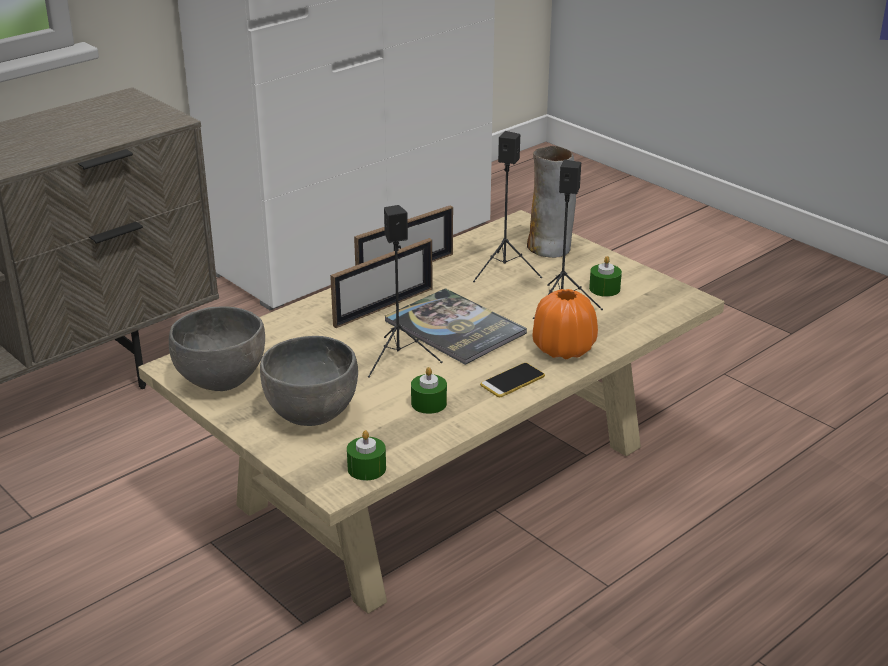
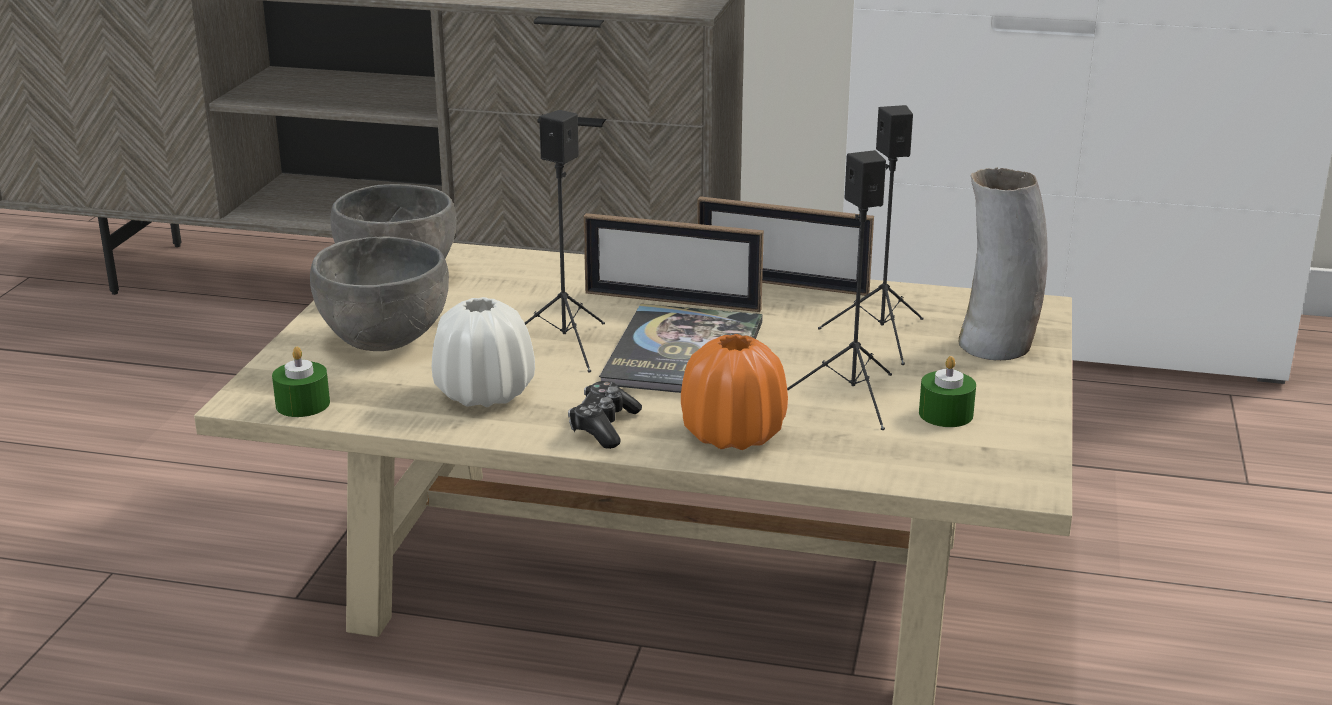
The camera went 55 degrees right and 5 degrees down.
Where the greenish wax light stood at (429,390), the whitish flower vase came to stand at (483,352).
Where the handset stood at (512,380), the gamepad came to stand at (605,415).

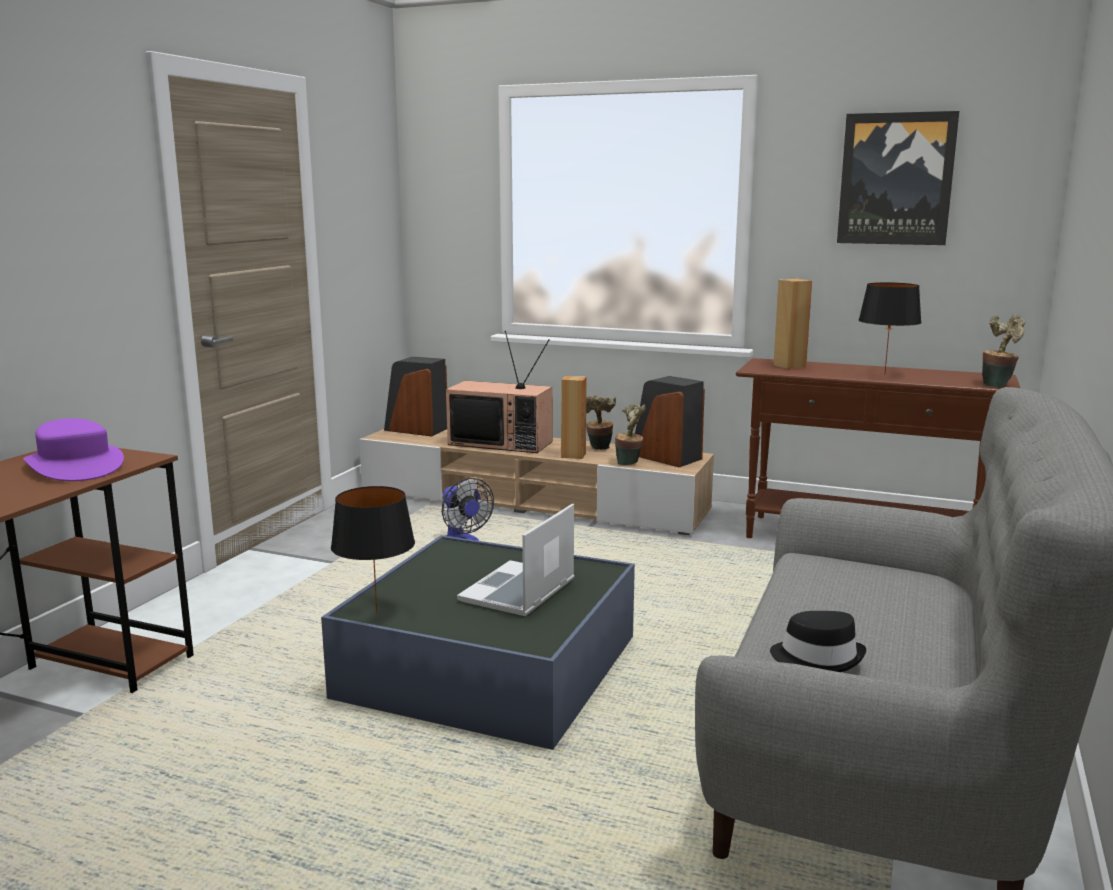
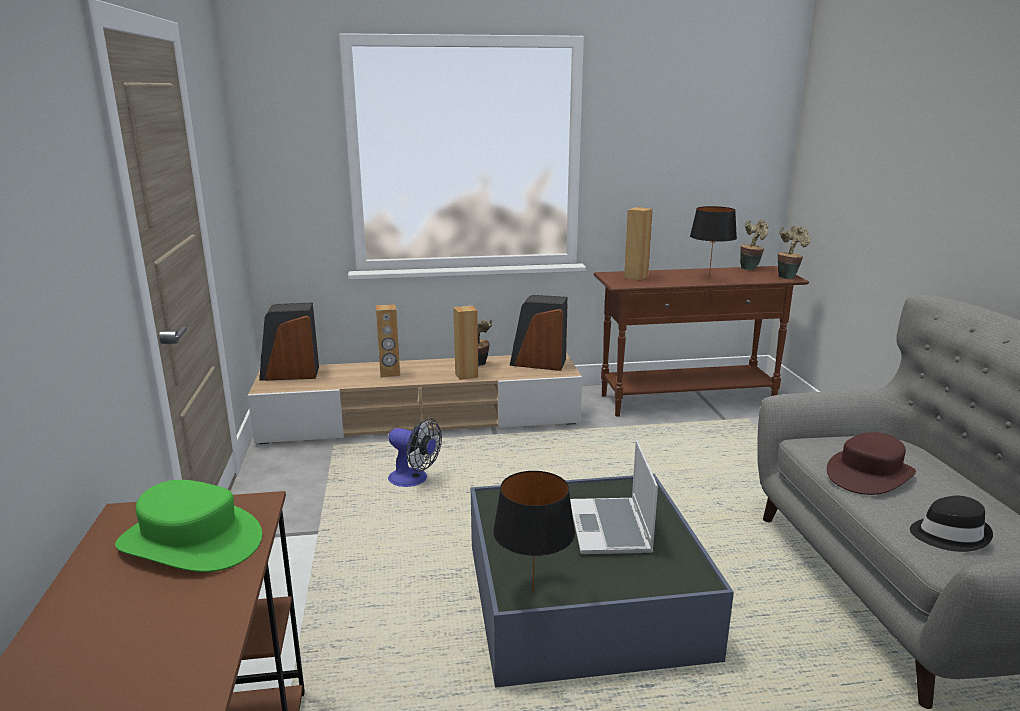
The camera went 30 degrees left and 5 degrees up.
What was the purplish wearable hat at (73,449) turned into the greenish wearable hat at (188,526).
Where the TV stood at (499,392), the brown audio speaker came to stand at (388,340).
The plant in a pot ended up elsewhere, having gone from (630,434) to (754,244).
The second view lost the wall art at (898,178).
The second view gained the brown wearable hat at (871,463).

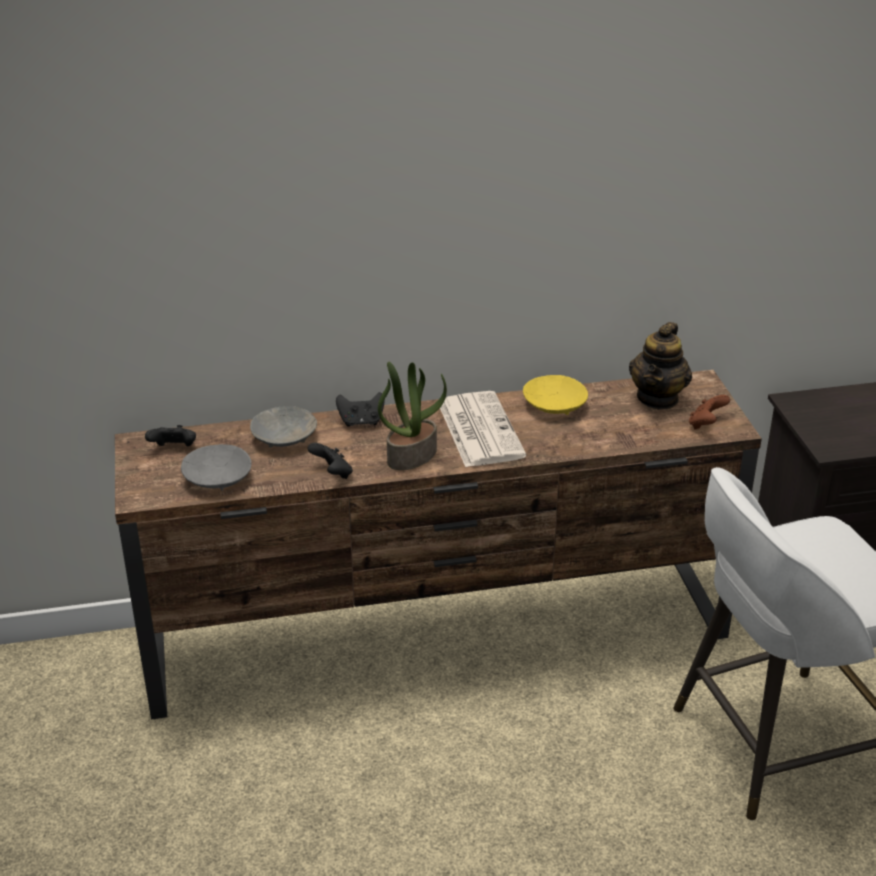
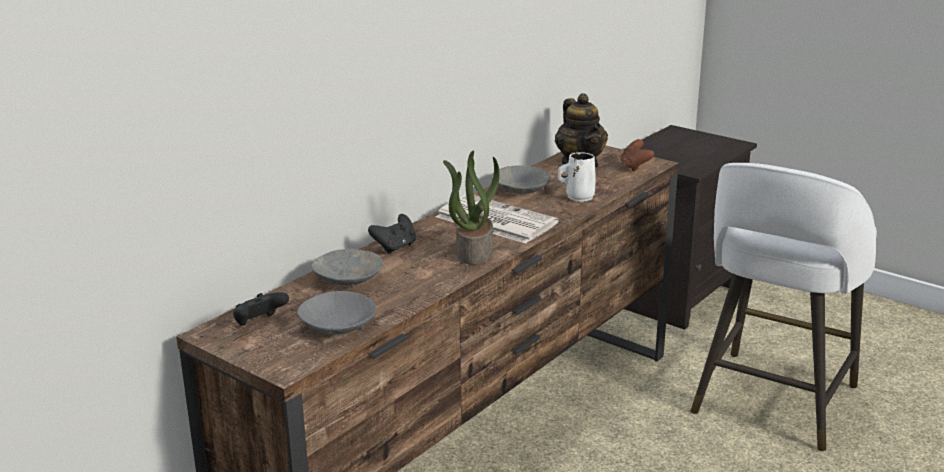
The camera went 40 degrees left and 10 degrees down.
The second view lost the blackish gamepad at (330,461).
What was the yellowish serving bowl at (555,395) turned into the greyish serving bowl at (521,179).
The second view gained the whitish mug at (577,177).

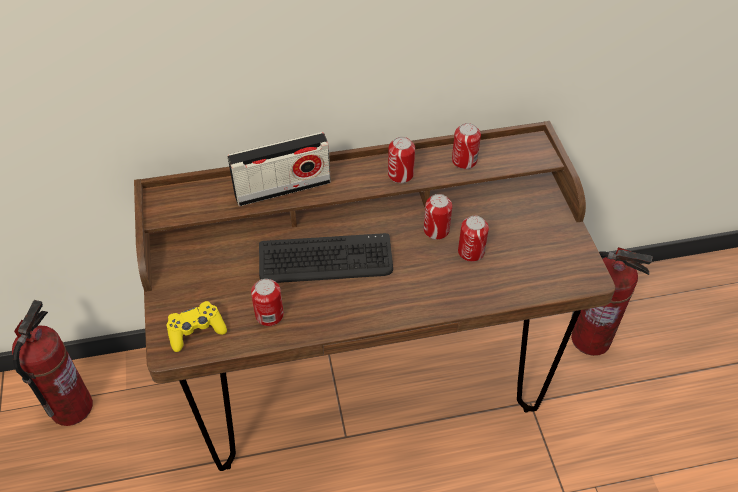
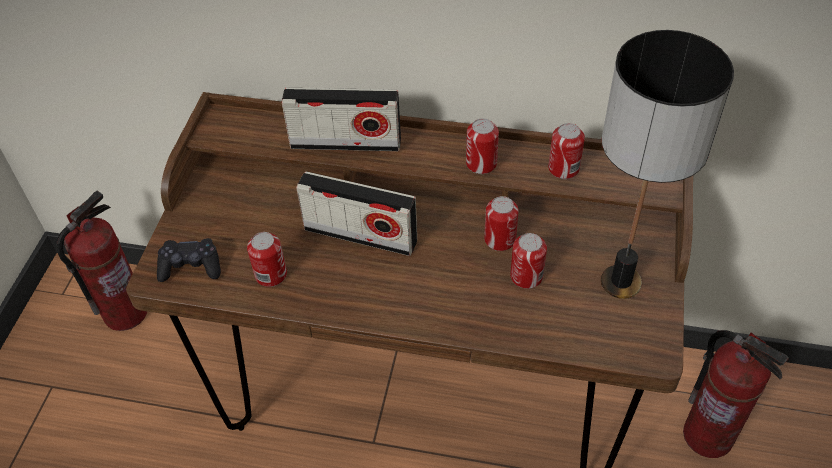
The camera went 25 degrees right and 0 degrees up.
What was the yellowish gamepad at (197,326) turned into the blackish gamepad at (189,260).
Where the computer keyboard stood at (326,258), the radio came to stand at (356,213).
The second view gained the table lamp at (667,164).

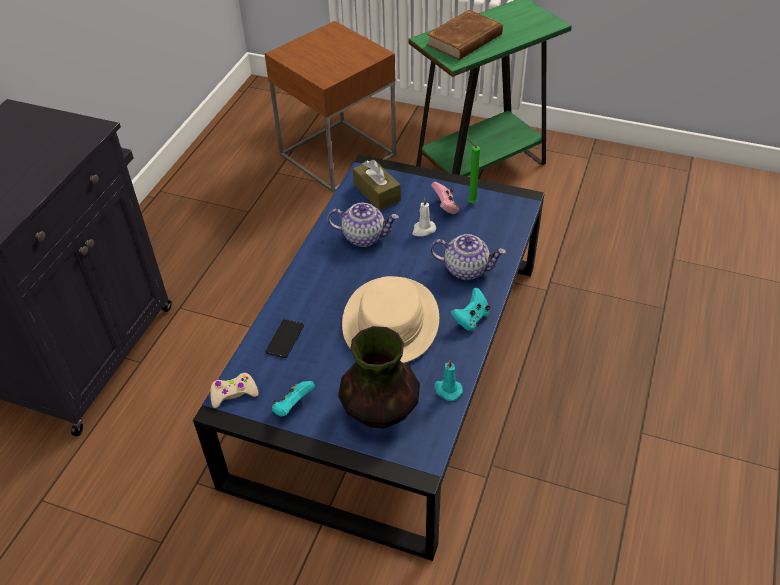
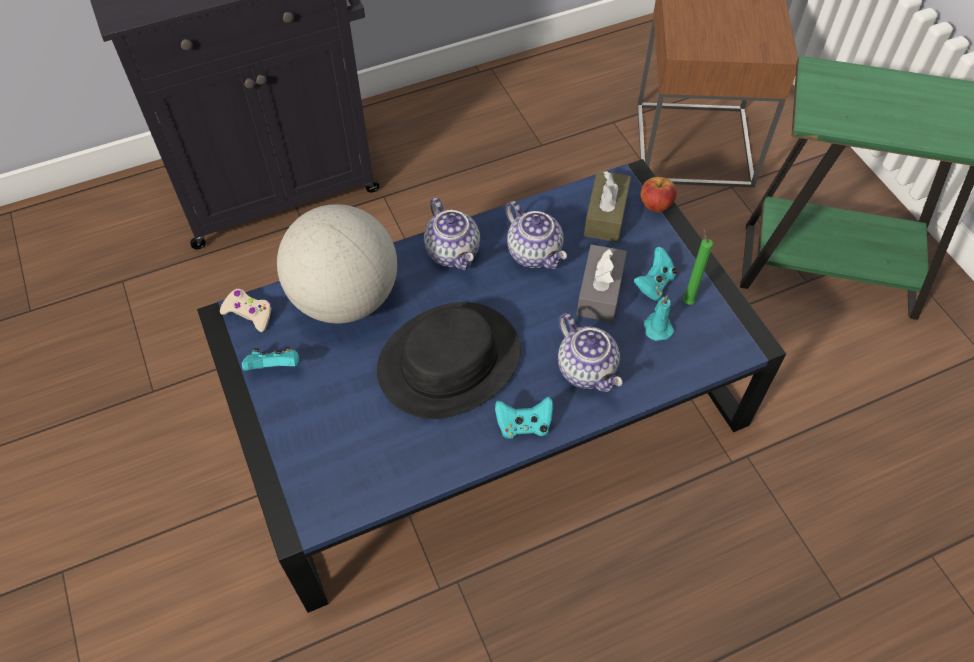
The camera went 45 degrees right and 10 degrees up.
Where the handset stood at (284,338), the desk globe came to stand at (337,263).
The second view lost the flower vase at (379,377).
What was the beige-coloured wearable hat at (390,319) turned into the blackish wearable hat at (449,360).
Where the whitish wax light stood at (424,217), the greyish tissue box came to stand at (602,283).
The second view lost the brown bound book at (464,35).
What was the pink-coloured gamepad at (445,198) turned into the blue-green gamepad at (656,274).
The blue-green wax light ended up elsewhere, having gone from (448,380) to (659,318).
The second view gained the teapot at (452,233).
The second view gained the apple at (659,195).

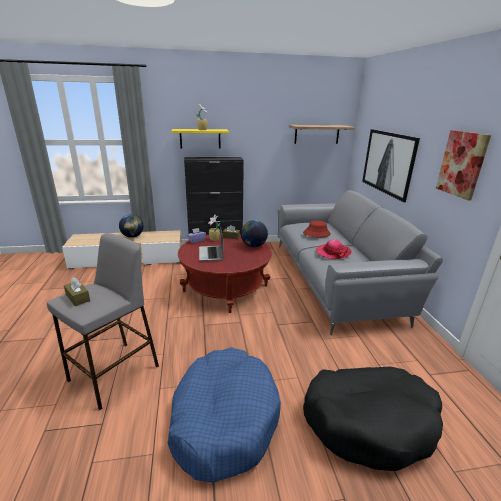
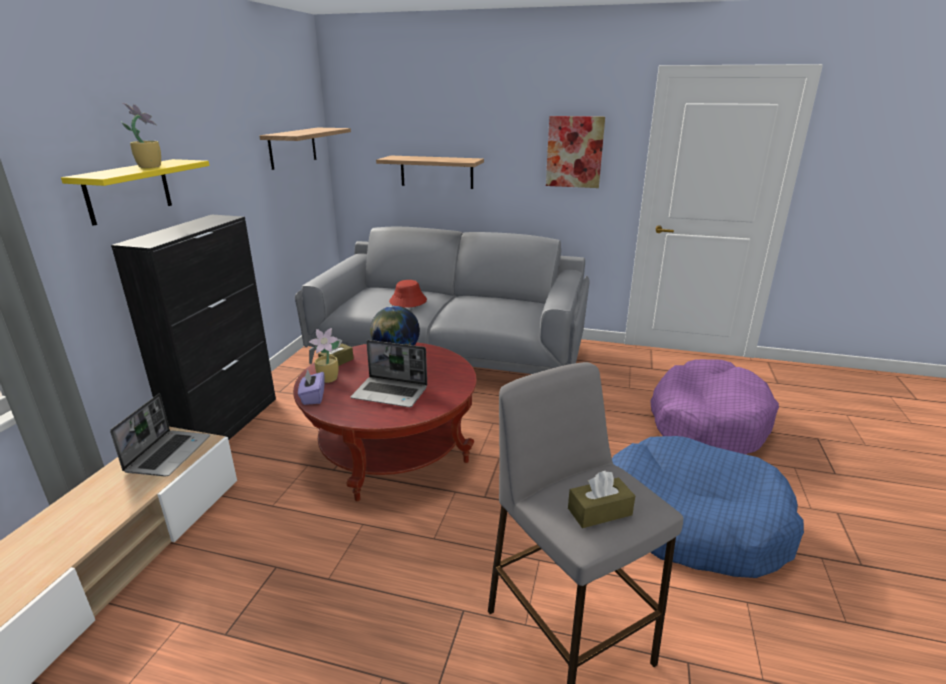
The camera went 65 degrees left and 0 degrees up.
The second view lost the desk globe at (131,226).
What was the blackish dog bed at (373,419) turned into the purplish dog bed at (714,406).
The second view lost the wearable hat at (333,249).
Where the wall art hung at (391,165), the bracket shelf came to hang at (430,172).
The second view gained the portable computer at (160,435).

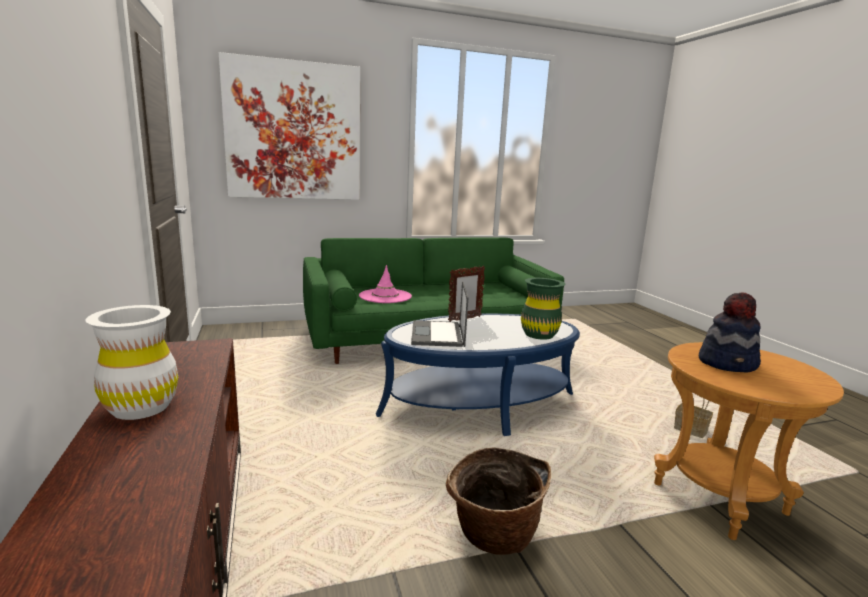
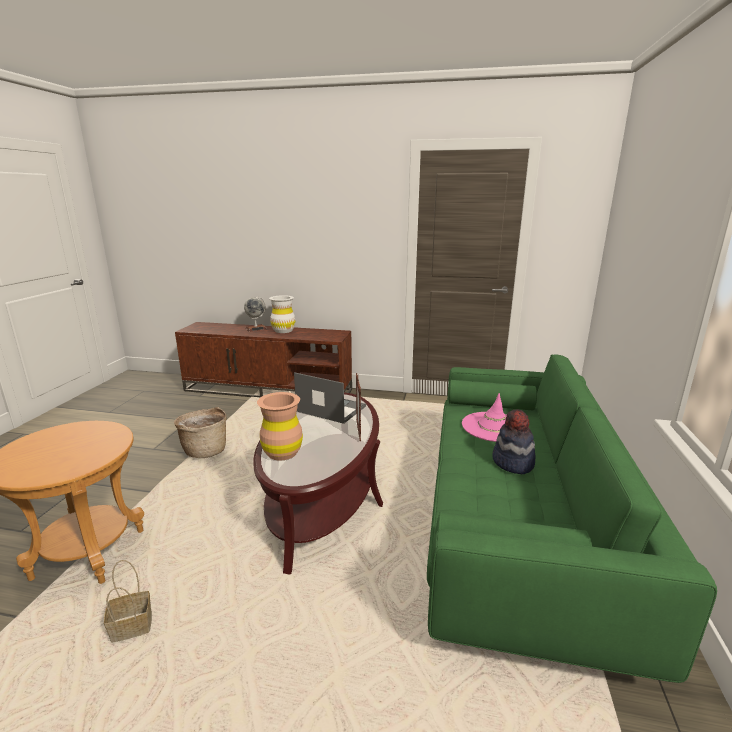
The camera went 120 degrees right and 5 degrees up.
The second view lost the wall art at (289,126).
What was the blue low table at (478,374) turned into the brown low table at (318,484).
What was the greenish flower vase at (543,309) turned into the brown flower vase at (280,426).
The wearable hat ended up elsewhere, having gone from (730,332) to (513,441).
The second view gained the desk globe at (255,314).

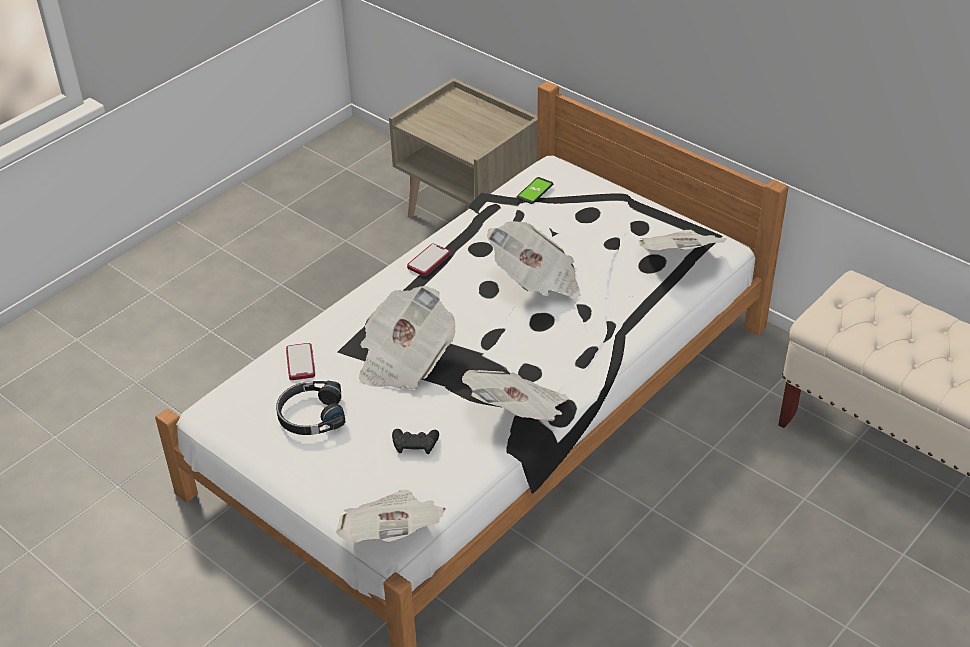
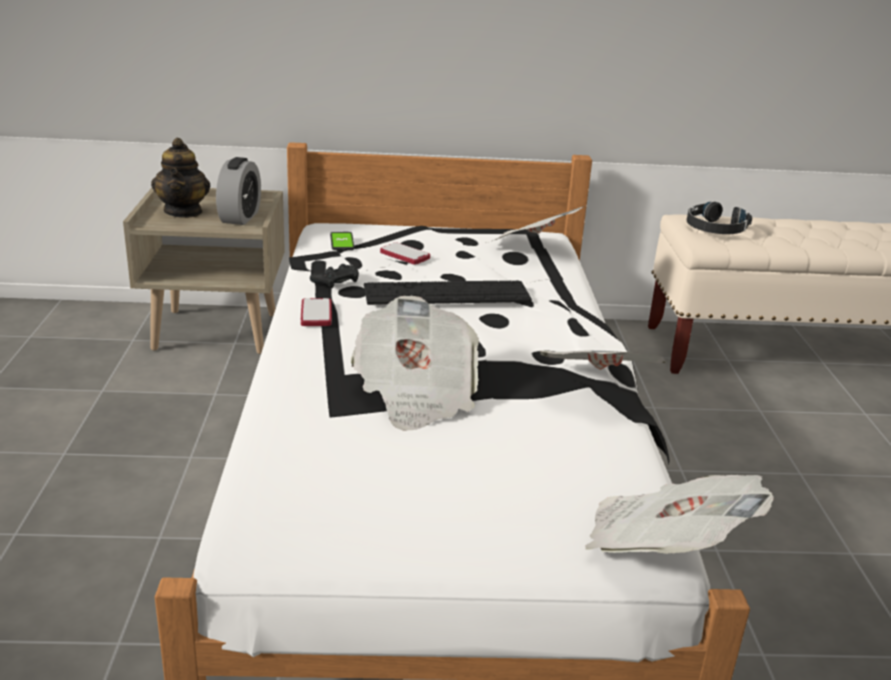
The camera went 45 degrees left and 15 degrees down.
The blackish headphones ended up elsewhere, having gone from (310,408) to (719,218).
The handset ended up elsewhere, having gone from (300,361) to (405,253).
The blackish gamepad ended up elsewhere, having gone from (415,441) to (334,276).
Where the printed paper stood at (534,259), the computer keyboard came to stand at (448,292).
The second view gained the teapot at (180,178).
The second view gained the alarm clock at (238,191).

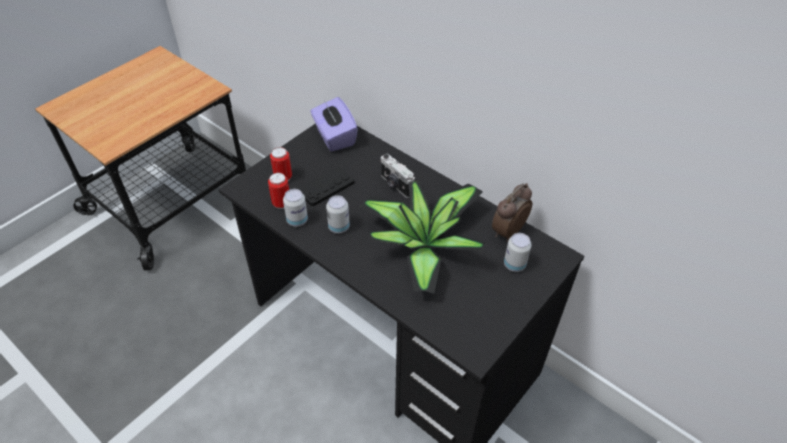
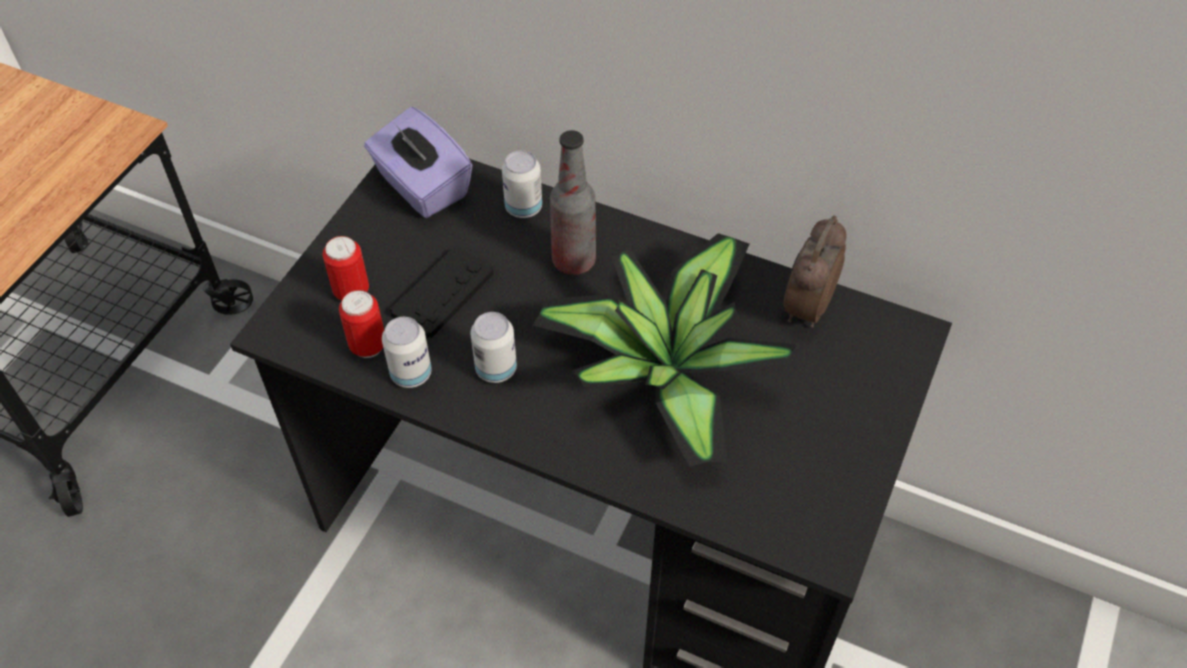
The camera went 15 degrees left and 5 degrees up.
Where the still camera stood at (398,176), the bottle came to stand at (573,202).
The sealed can ended up elsewhere, having gone from (517,252) to (522,184).

